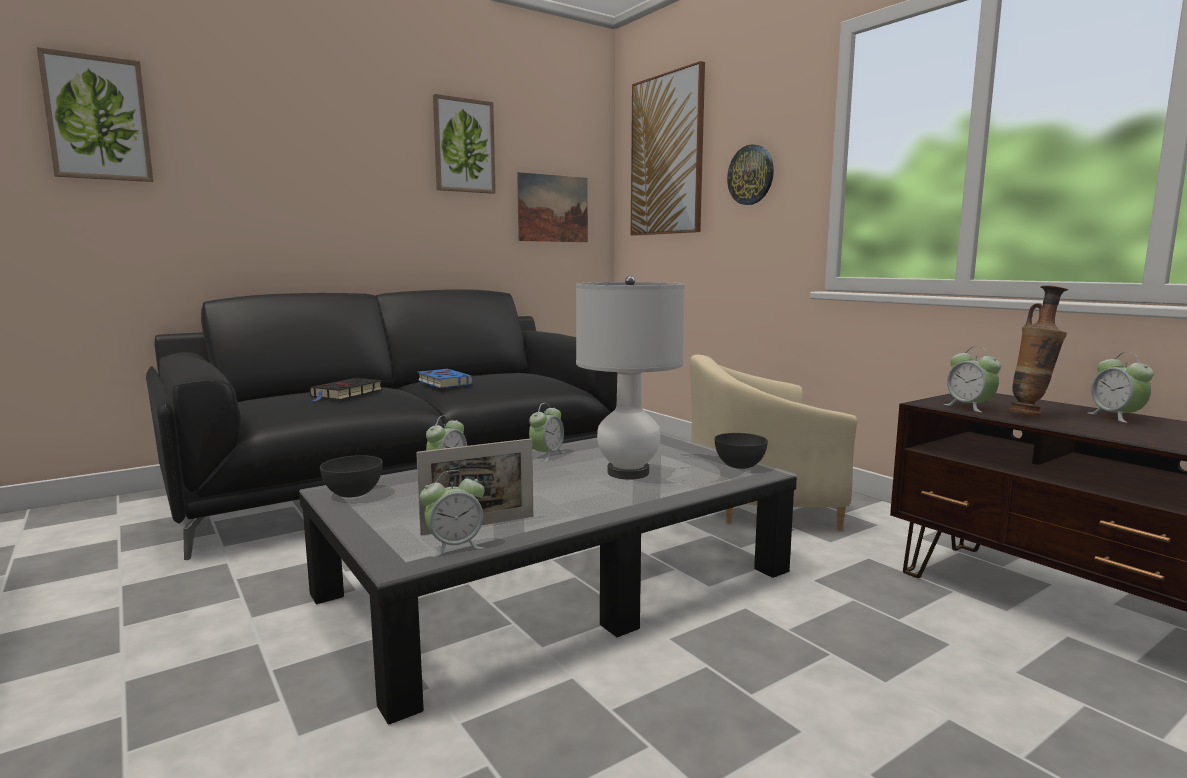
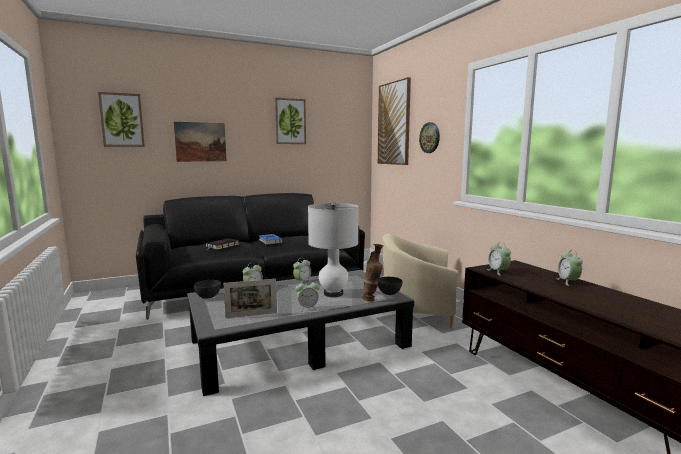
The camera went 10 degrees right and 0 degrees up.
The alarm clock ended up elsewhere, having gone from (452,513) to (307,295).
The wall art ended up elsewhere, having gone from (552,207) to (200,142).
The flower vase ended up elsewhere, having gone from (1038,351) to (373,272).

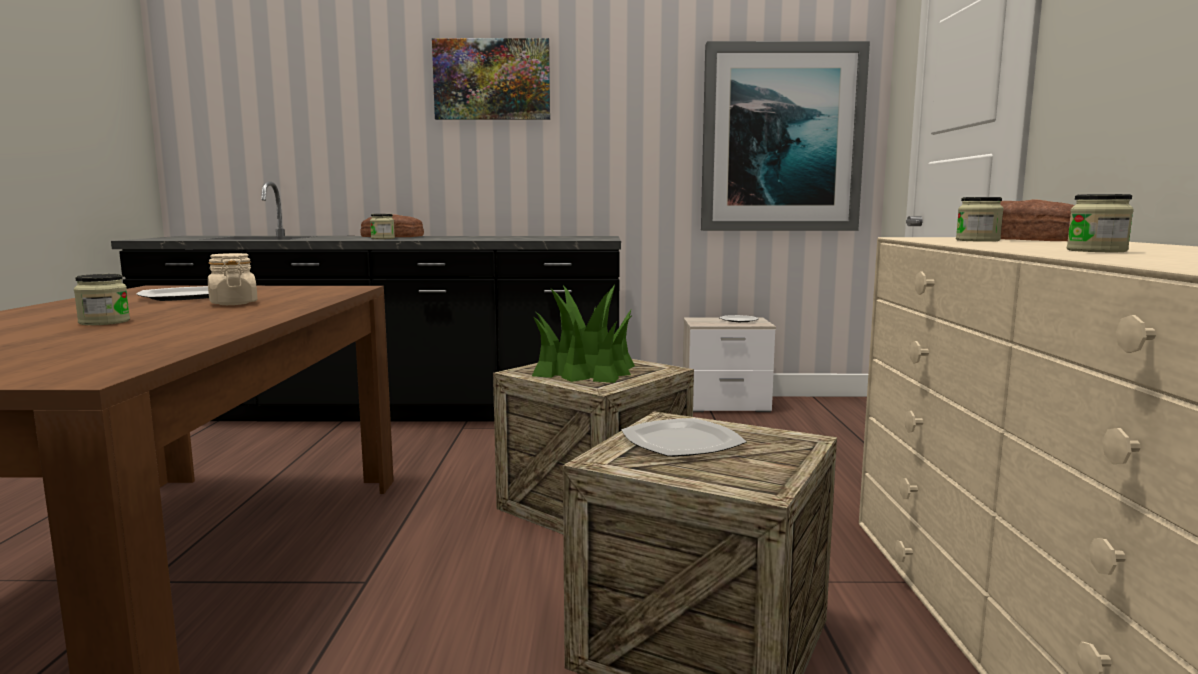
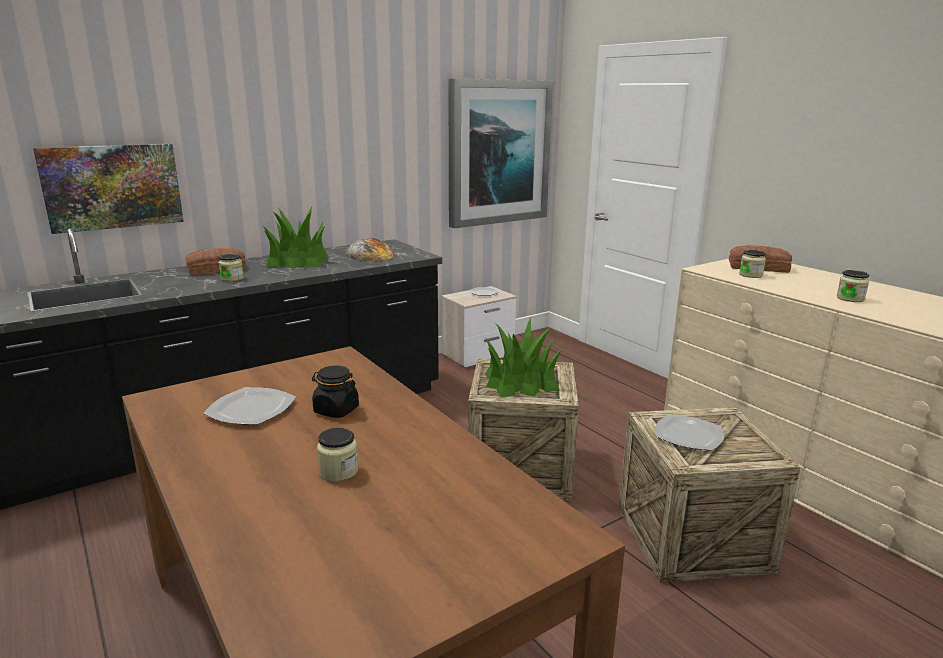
The camera went 35 degrees left and 10 degrees up.
What was the beige-coloured storage jar at (233,279) turned into the blackish storage jar at (335,391).
The wall art ended up elsewhere, having gone from (491,79) to (108,188).
The second view gained the plant in a pot at (296,238).
The second view gained the bakery bread at (370,250).

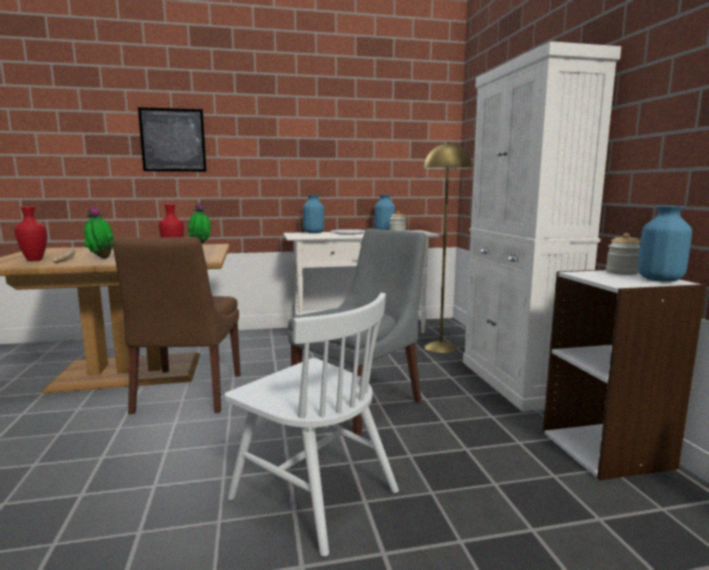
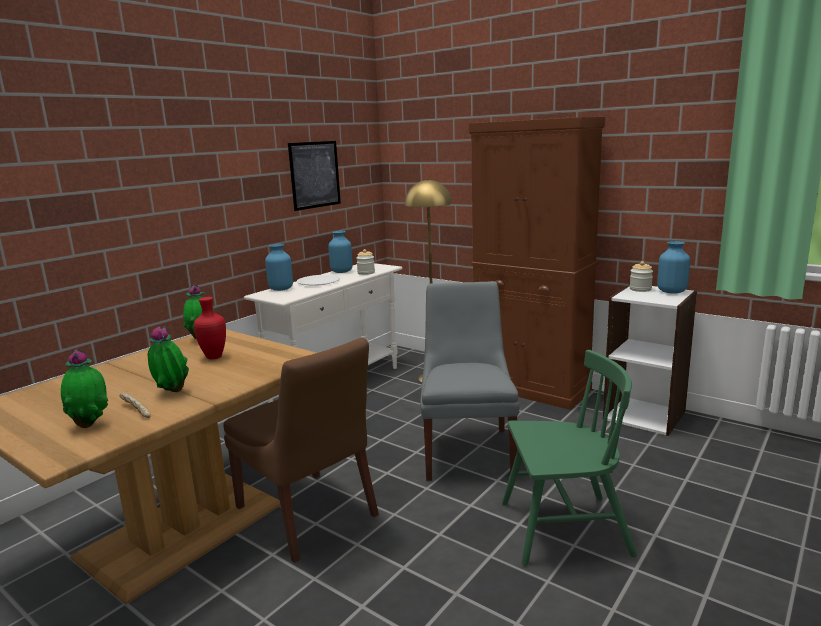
The camera went 40 degrees left and 5 degrees up.
Where the red-coloured flower vase stood at (31,233), the plant in a pot came to stand at (84,389).
The wall art ended up elsewhere, having gone from (172,139) to (314,176).
What was the whitish chair at (311,425) turned into the greenish chair at (569,458).
What was the whitish cabinet at (542,226) turned into the brown cabinet at (537,263).

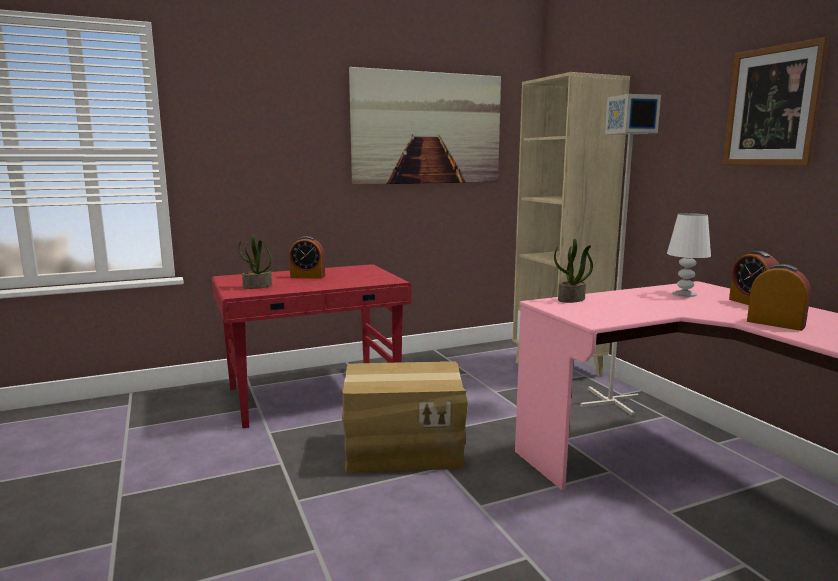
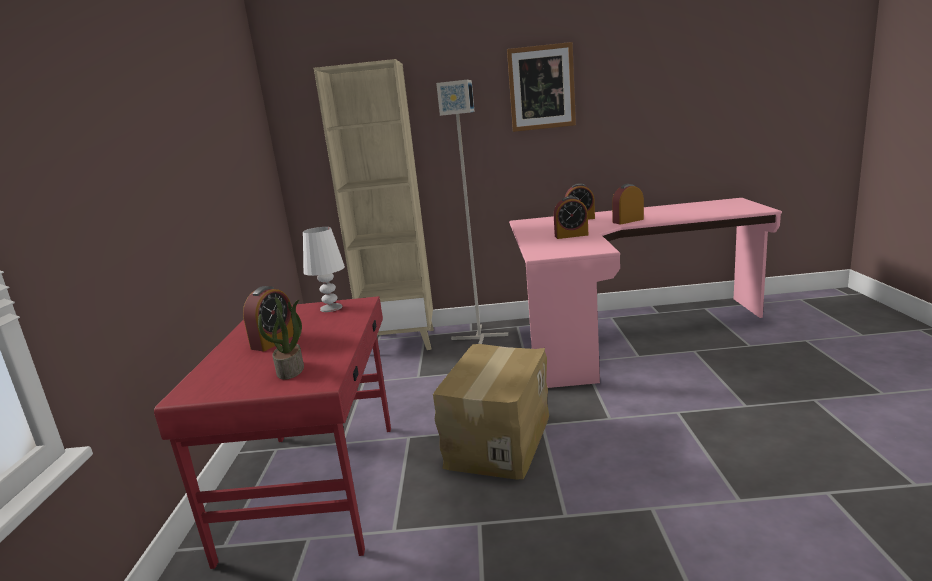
The camera went 65 degrees left and 5 degrees up.
The second view lost the wall art at (425,126).
The second view lost the plant in a pot at (573,270).
The whitish table lamp ended up elsewhere, having gone from (689,255) to (324,269).
The second view gained the alarm clock at (571,217).

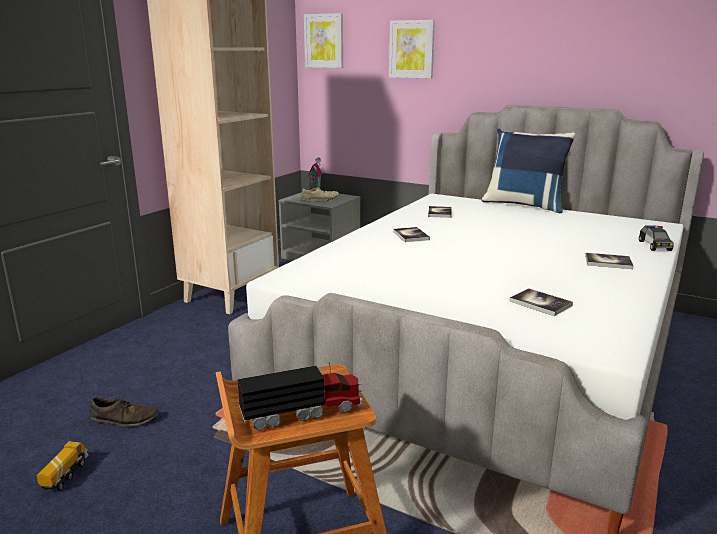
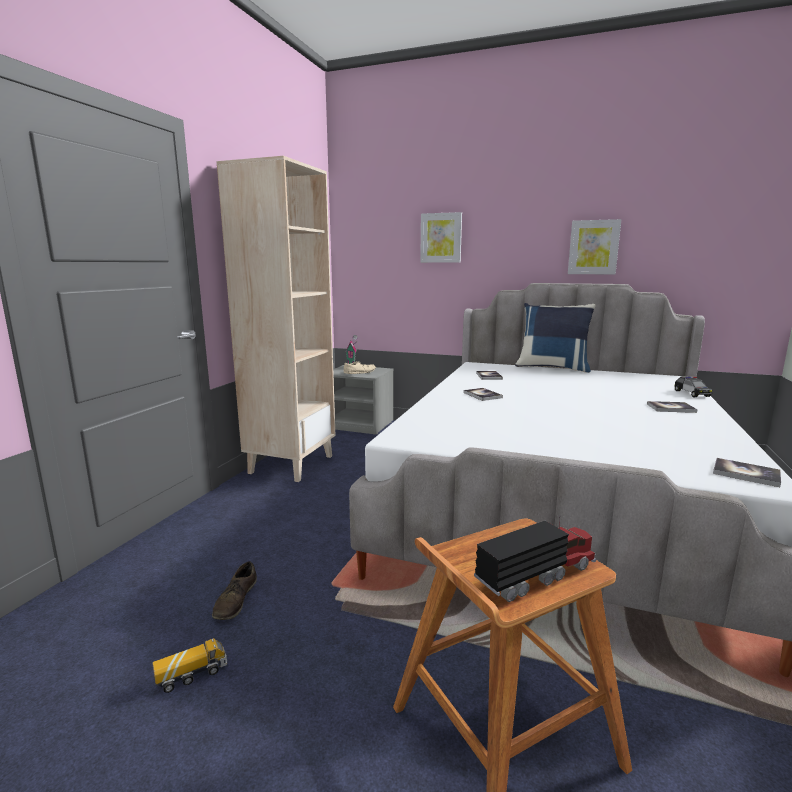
The camera went 10 degrees left and 5 degrees down.
The toy truck at (63,466) ended up facing another way, 60 degrees clockwise from before.
The brown low shoe at (124,412) ended up facing another way, 105 degrees clockwise from before.
The wall art ended up elsewhere, having gone from (323,40) to (595,246).
The bound book ended up elsewhere, having gone from (541,302) to (747,472).

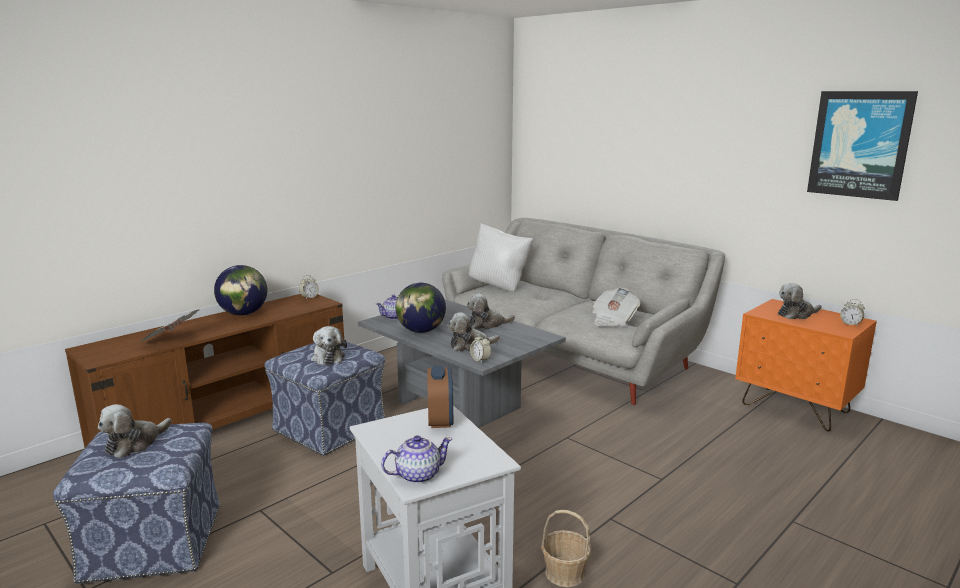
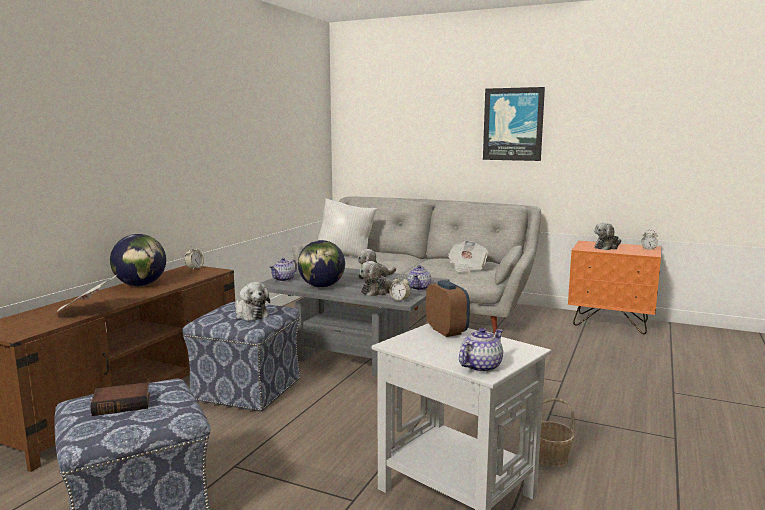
The camera went 20 degrees left and 5 degrees down.
Where the soft toy stood at (135,431), the bound book came to stand at (120,399).
The wall art ended up elsewhere, having gone from (862,146) to (514,124).
The second view gained the teapot at (419,278).

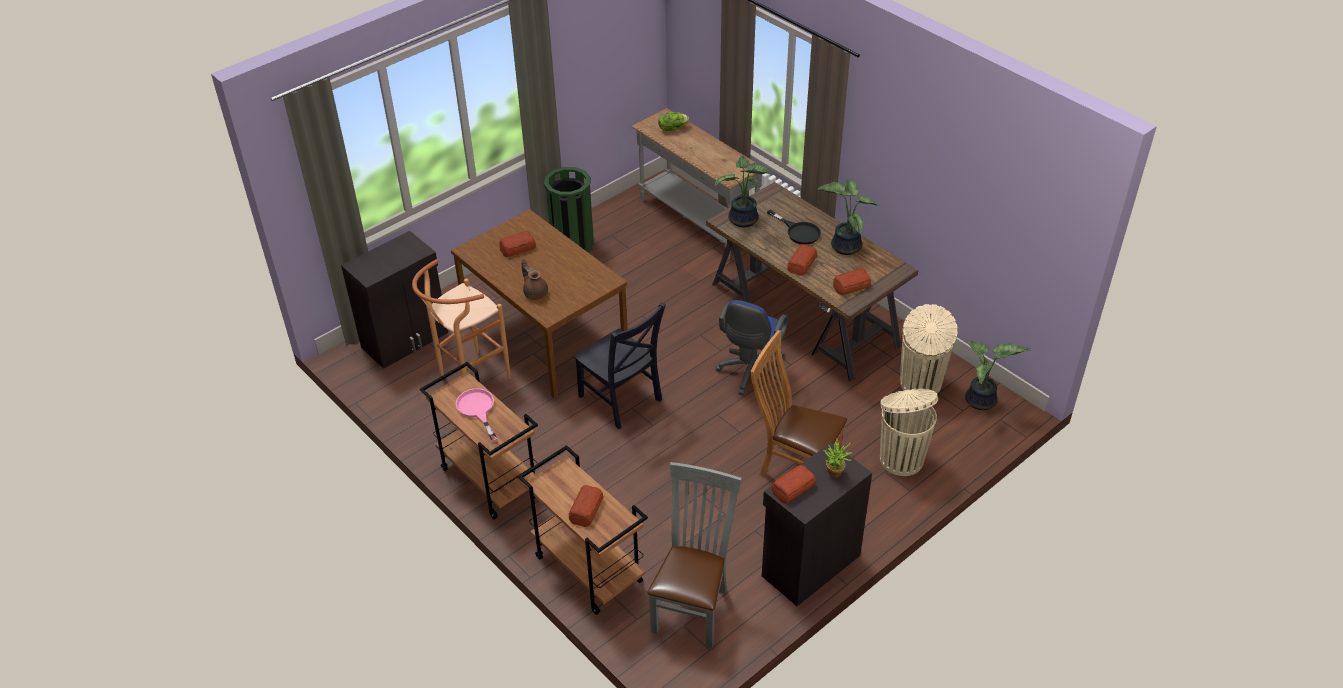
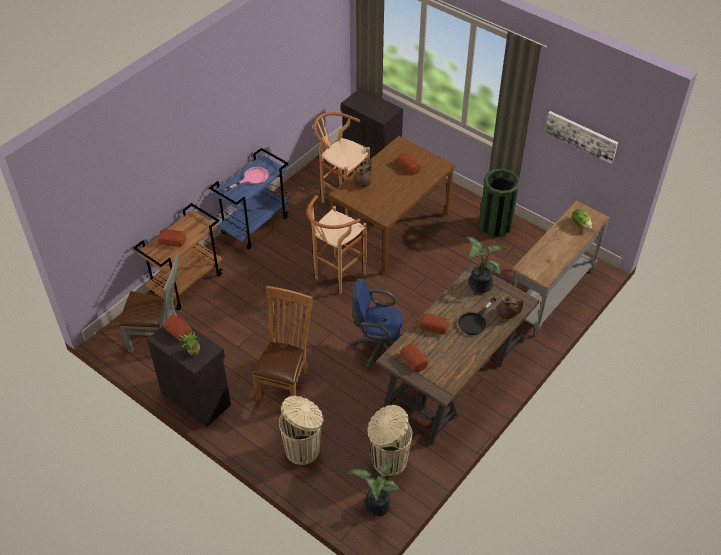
The camera went 80 degrees right and 5 degrees up.
What was the brown cart at (479,441) turned into the blue cart at (249,199).
Where the blackish chair stood at (620,365), the brown sitting stool came to stand at (337,244).
The second view lost the plant in a pot at (849,217).
The second view gained the brown teapot at (510,307).
The second view gained the wall art at (581,137).

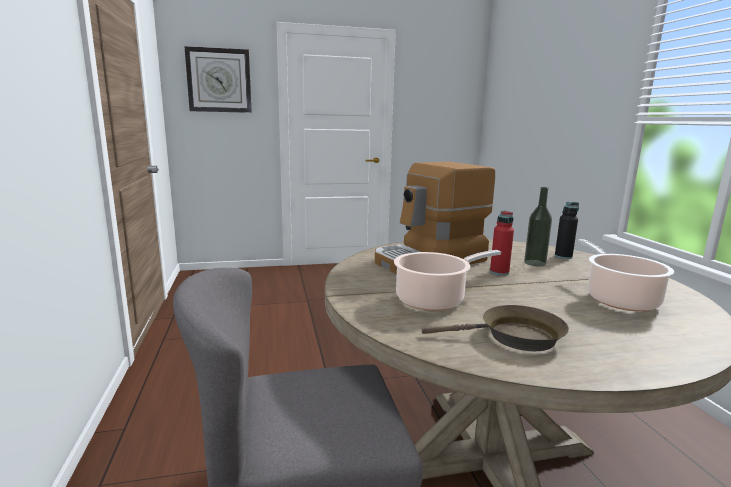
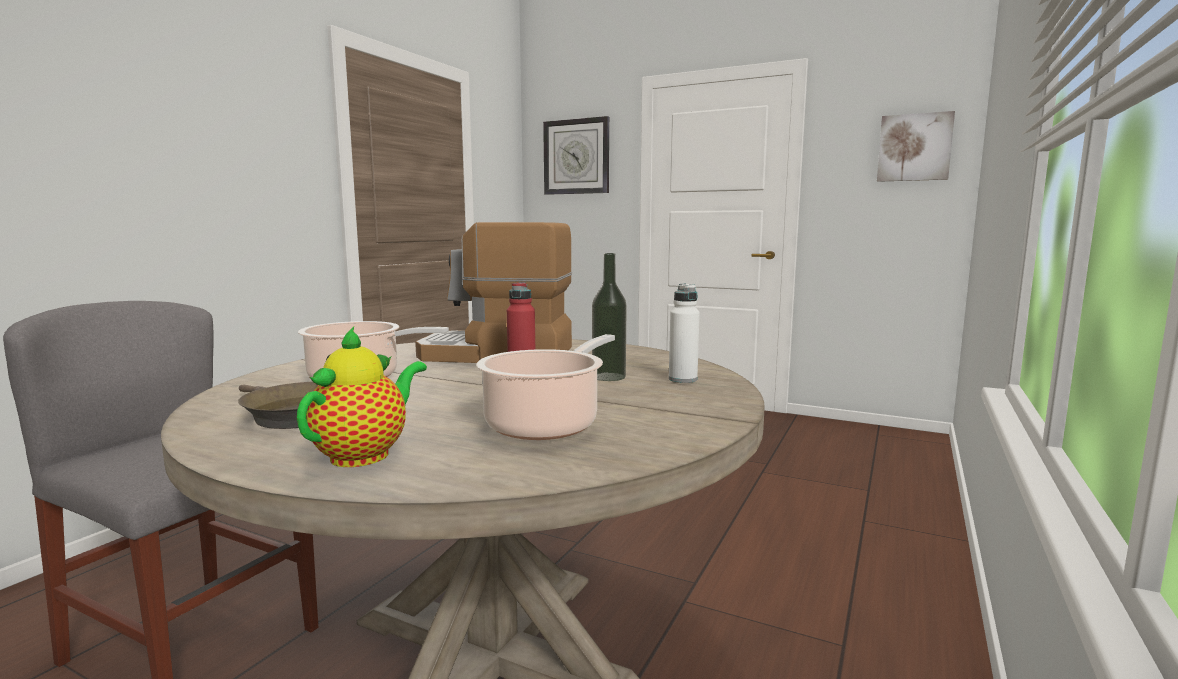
The camera went 40 degrees right and 5 degrees down.
What was the blackish bottle at (567,230) turned into the whitish bottle at (684,333).
The second view gained the teapot at (362,397).
The second view gained the wall art at (916,146).

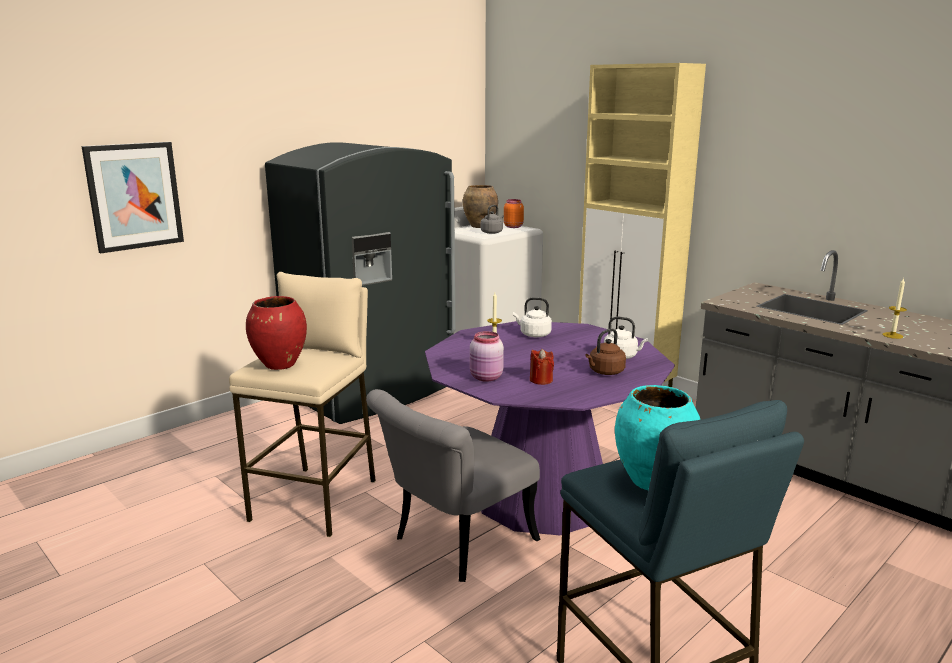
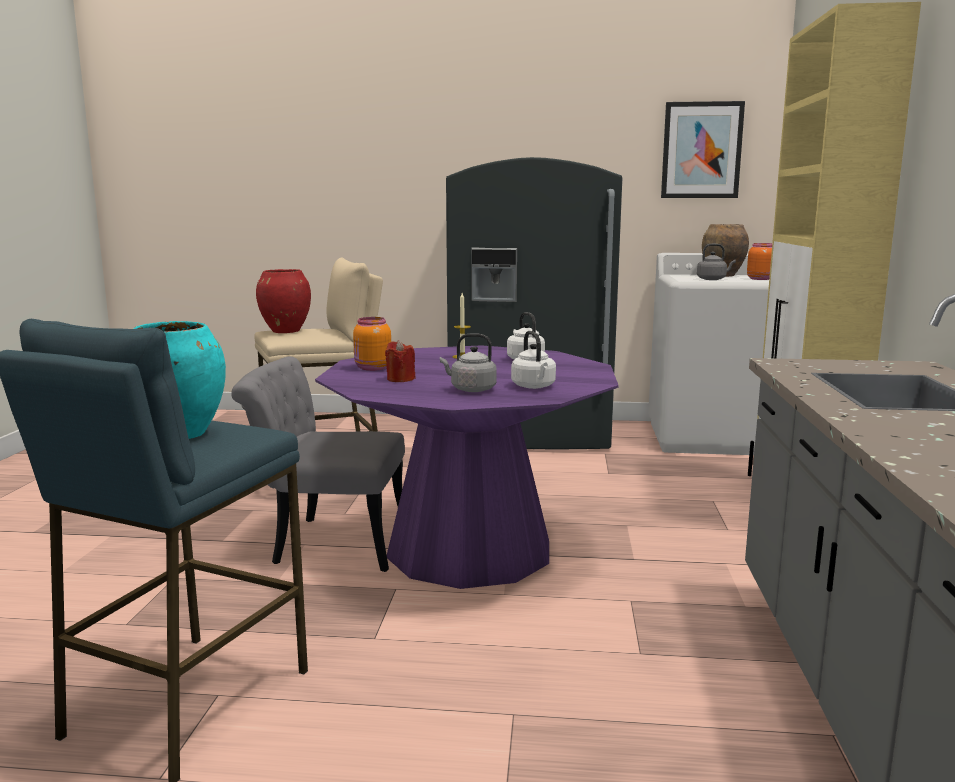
The camera went 50 degrees right and 5 degrees down.
The wall art ended up elsewhere, having gone from (132,198) to (703,149).
What was the pink-coloured storage jar at (487,356) turned into the orange-coloured storage jar at (372,344).
What was the brown water kettle at (605,351) turned into the greyish water kettle at (468,362).
The second view lost the wax light at (894,308).

